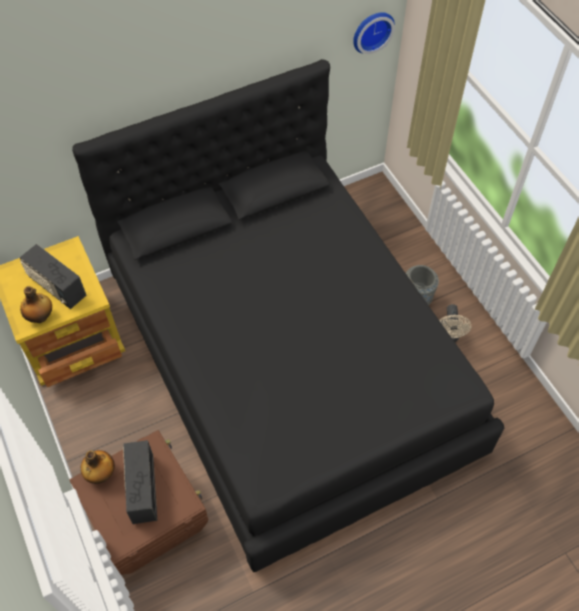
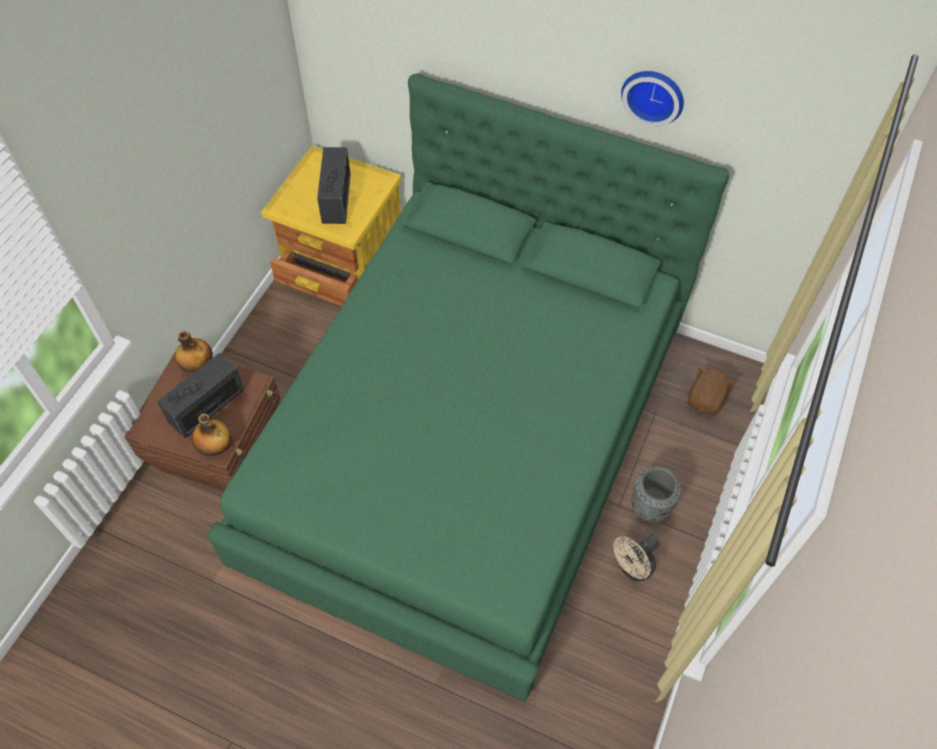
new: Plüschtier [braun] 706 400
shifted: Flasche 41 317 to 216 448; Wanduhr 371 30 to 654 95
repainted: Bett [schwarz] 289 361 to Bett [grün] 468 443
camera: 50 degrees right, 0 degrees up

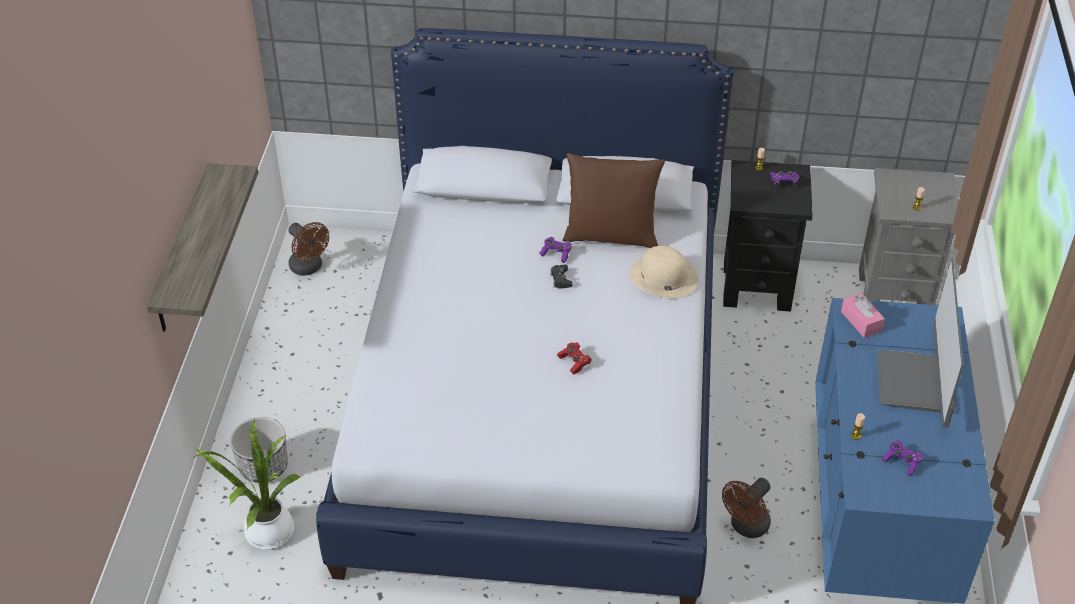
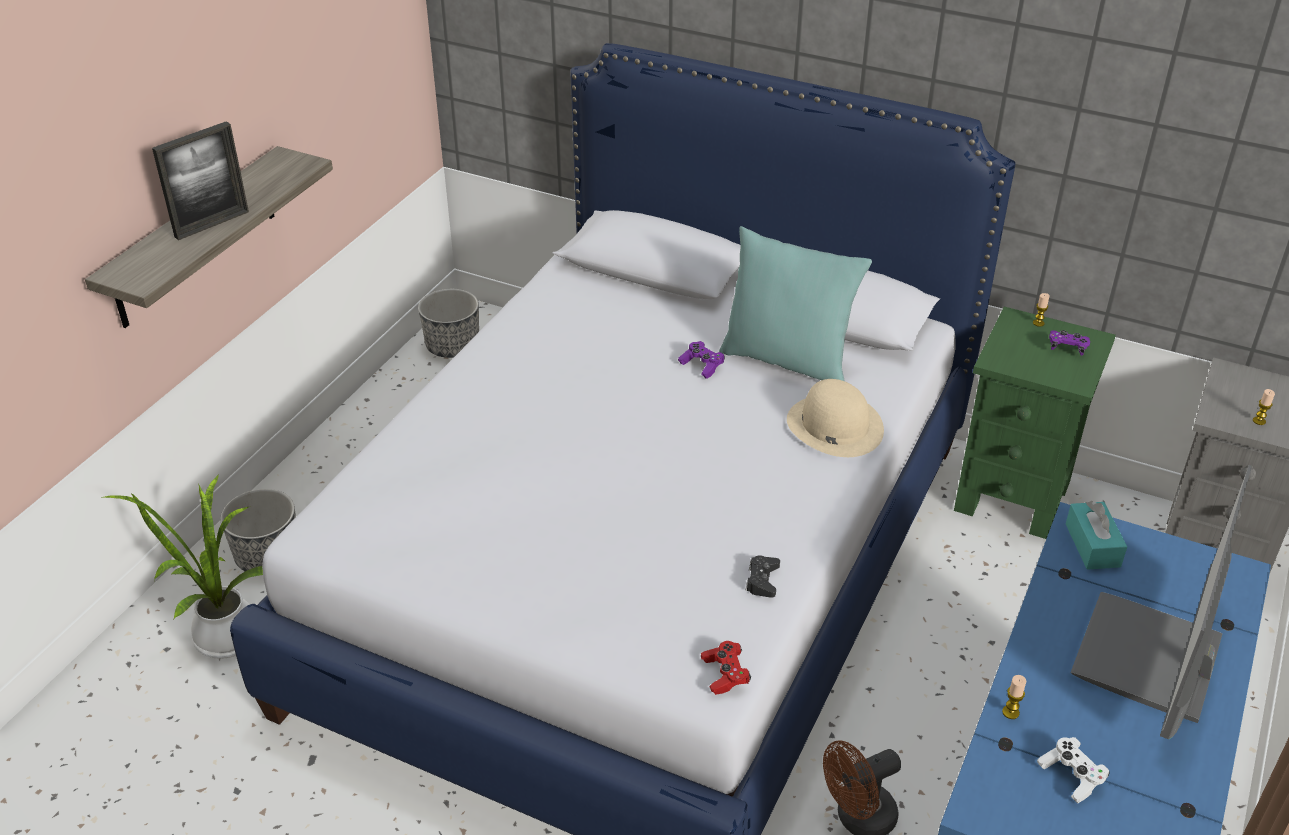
new: Bilderrahmen 212 224
shifted: Gamepad [rot] 574 362 to 725 674; Gamepad [schwarz] 560 279 to 762 580
swapped: Ventilator [braun] 309 268 to Pflanzkübel 453 346
repainted: Kissen [braun] 611 236 to Kissen [türkis] 787 360; Nachttisch [schwarz] 757 287 to Nachttisch [grün] 1013 497; Gamepad [lila] 901 462 to Gamepad [weiß] 1071 776; Taschentuchbox [rosa] 861 321 to Taschentuchbox [türkis] 1092 545
camera: 20 degrees right, 5 degrees down

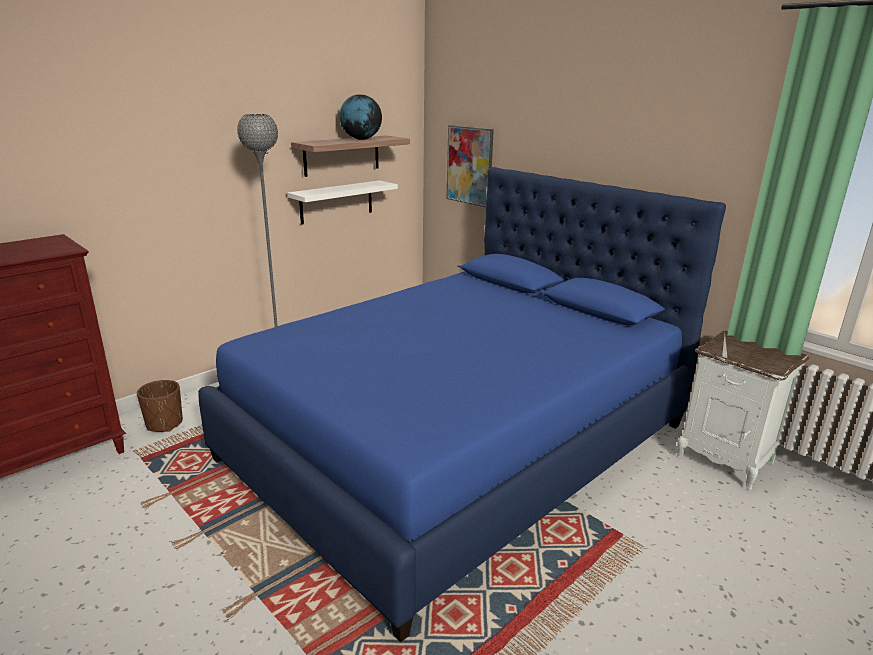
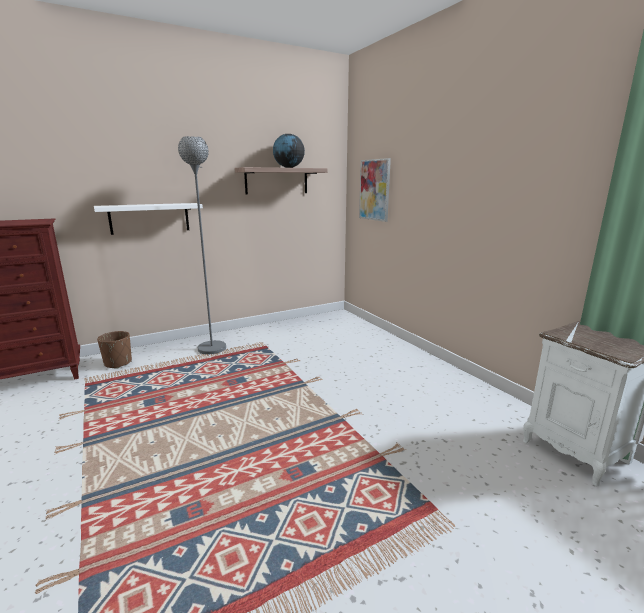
gone: Bett [blau] 460 441
shifted: Wandregal [weiß] 336 202 to 149 218
camera: 15 degrees right, 5 degrees down

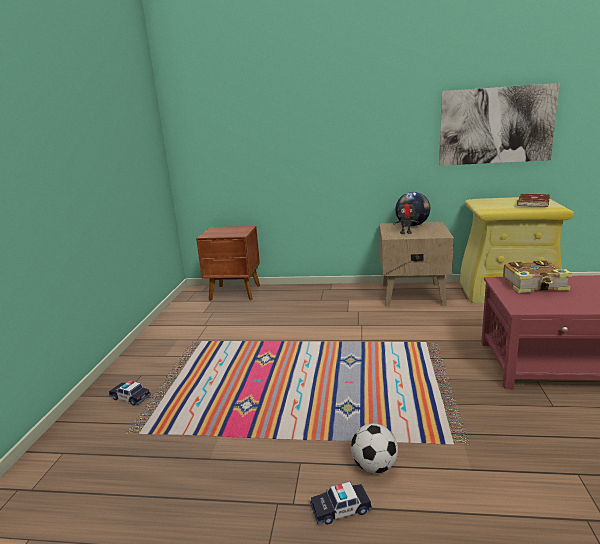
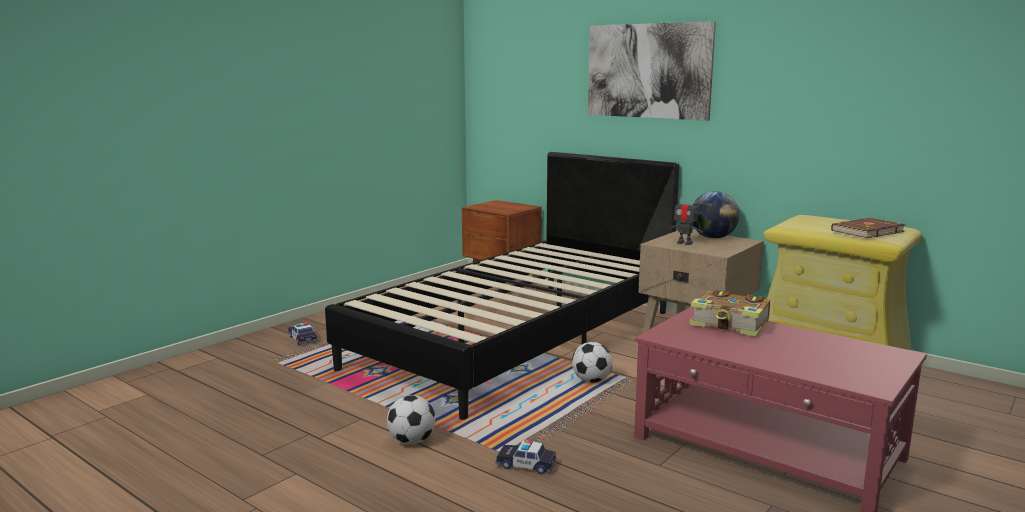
new: Bett [schwarz] 518 338; Fußball 591 380
shifted: Spielzeugauto 341 509 to 526 465; Bild 496 125 to 648 71
camera: 30 degrees right, 5 degrees down

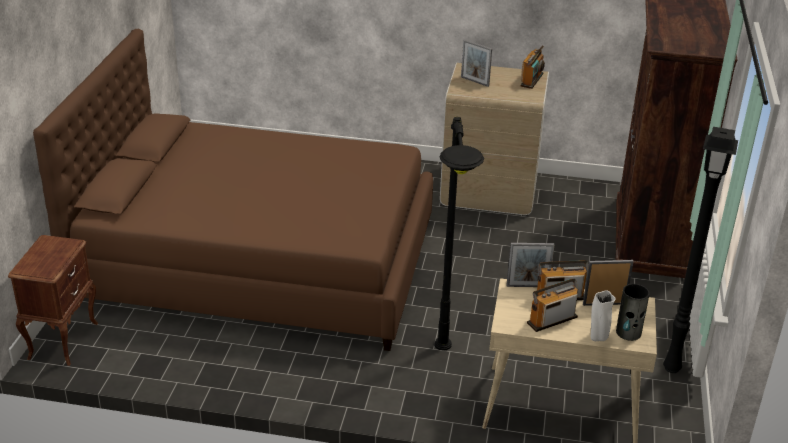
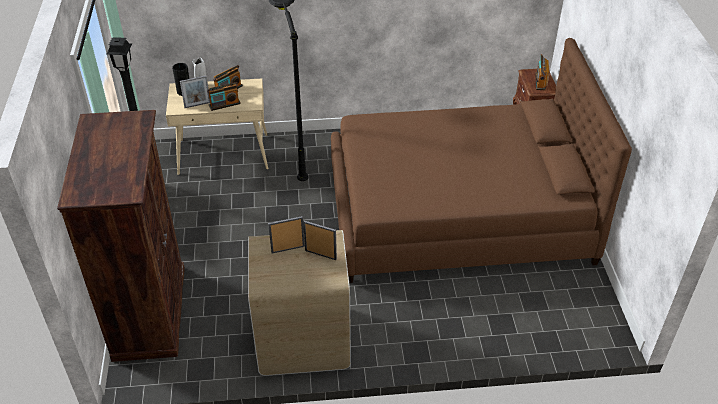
shifted: Bilderrahmen 527 286 to 288 249; Radio 532 80 to 540 81
camera: 165 degrees right, 10 degrees up

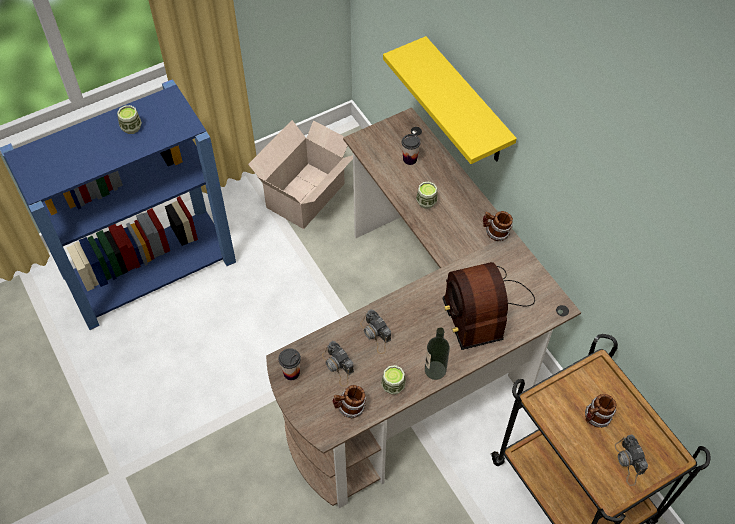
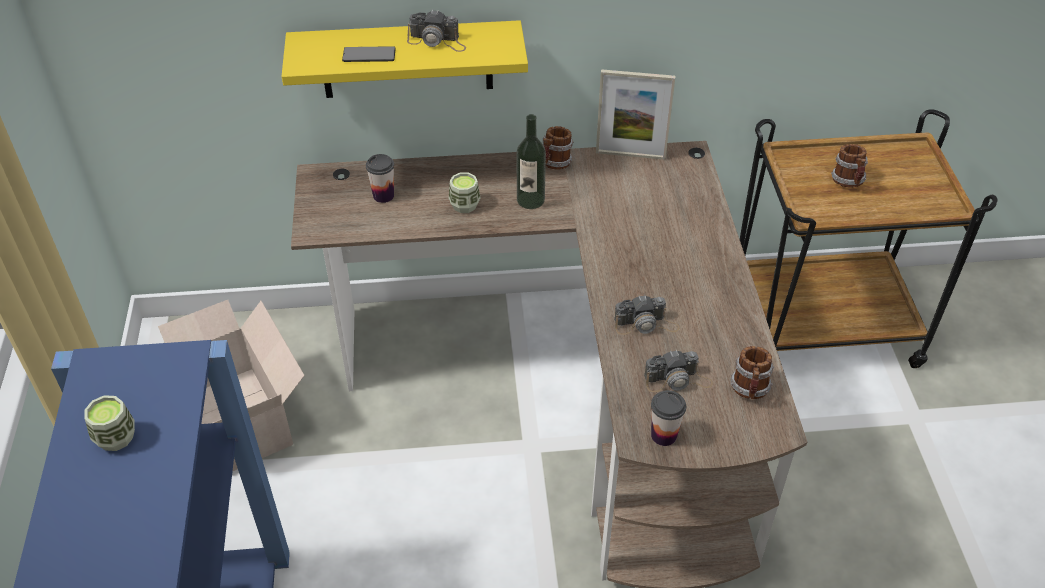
gone: Tasse 393 386; Radio 483 307
new: Handy 369 55; Bilderrahmen 630 155
shifted: Kamera 629 462 to 437 41; Flasche 435 370 to 530 200
camera: 65 degrees left, 10 degrees down

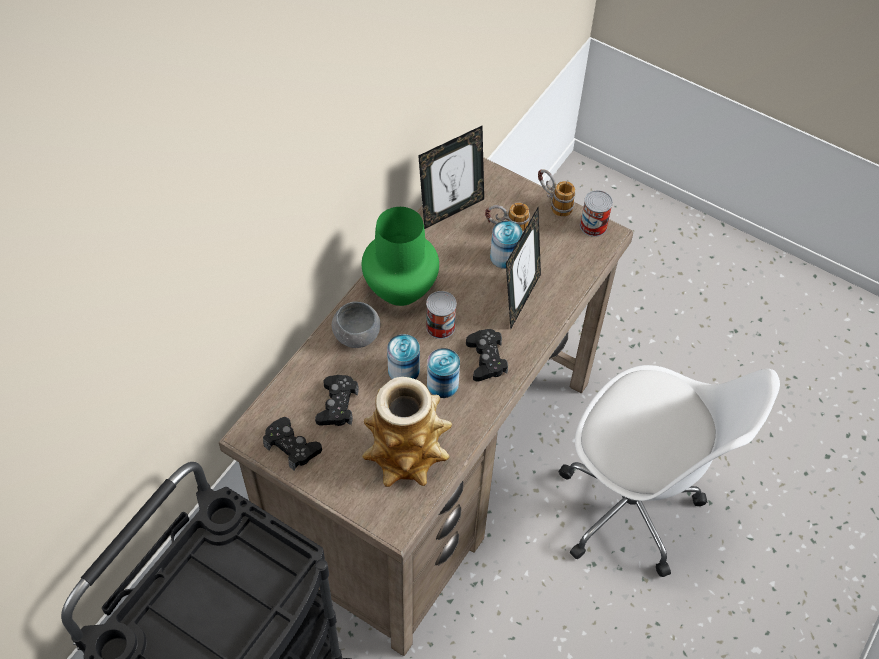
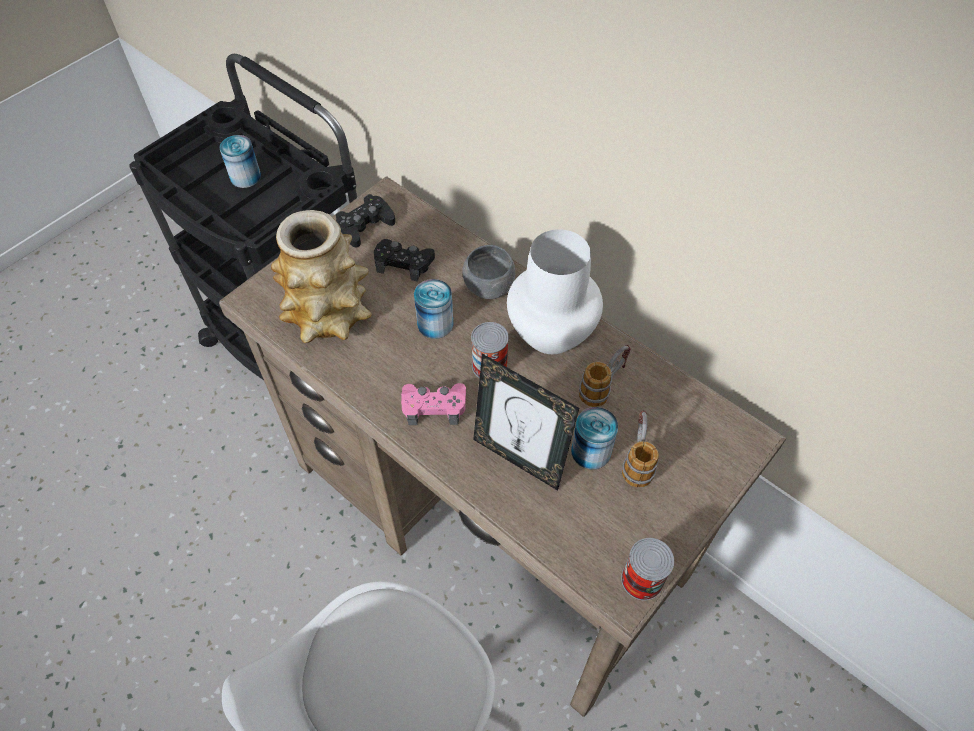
gone: Bilderrahmen 451 210
shifted: Dose 442 384 to 245 177; Henkelbecher 553 203 to 603 386
repainted: Gamepad [schwarz] 486 359 to Gamepad [rosa] 434 406; Vase [grün] 400 287 to Vase [weiß] 553 333
camera: 100 degrees right, 0 degrees up

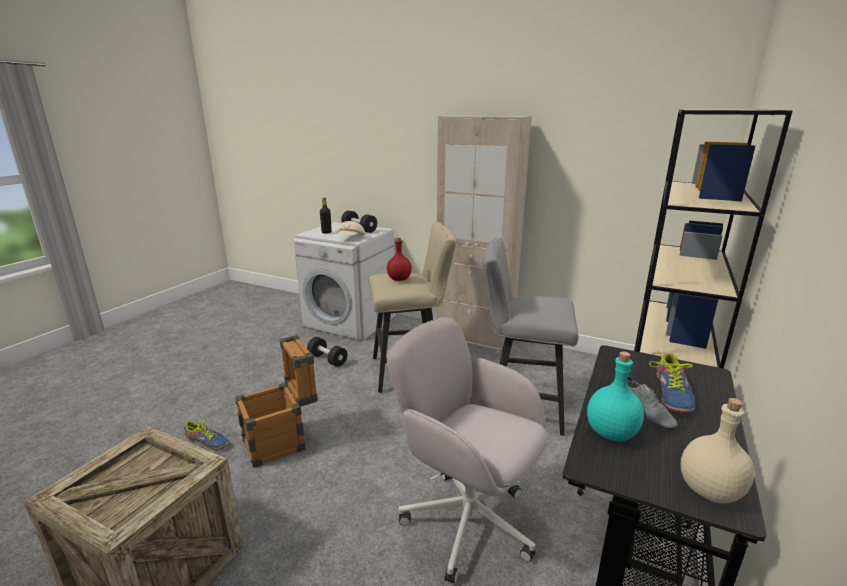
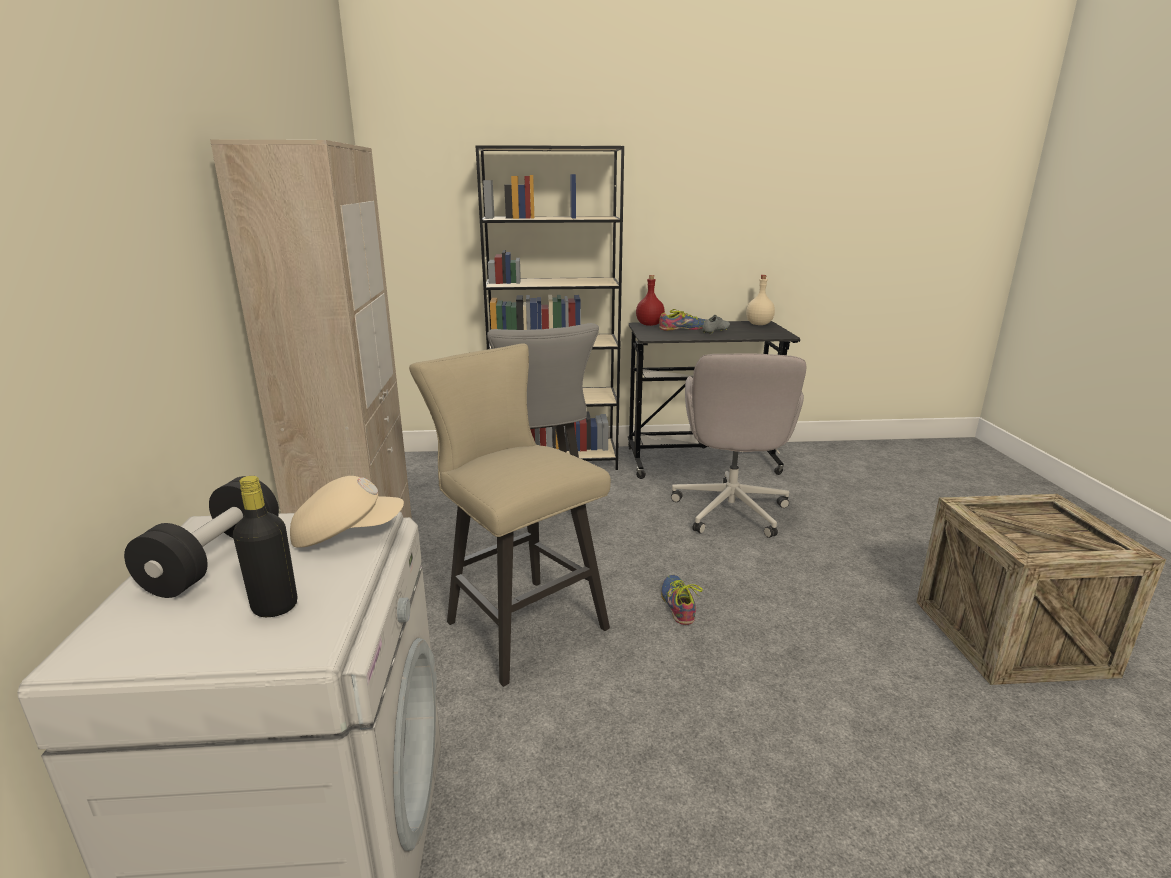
gone: Kiste 282 441; Hantel [schwarz] 327 359; Flasche [türkis] 610 432
shifted: Flasche [rot] 399 279 to 650 324; Schuh 207 441 to 677 604
camera: 120 degrees left, 0 degrees up

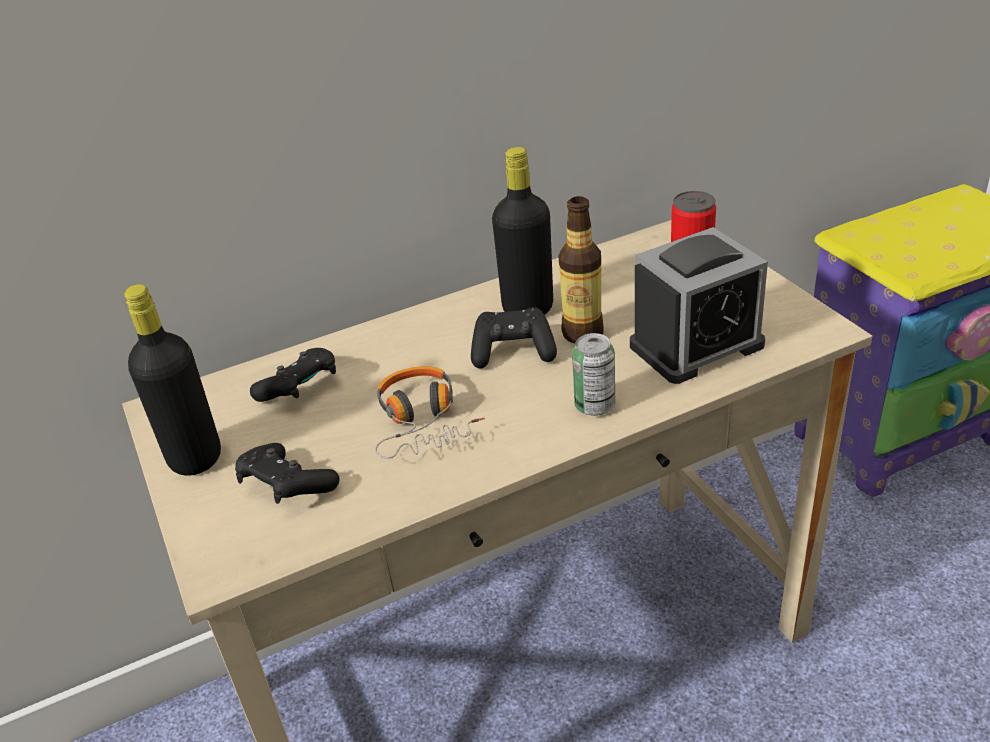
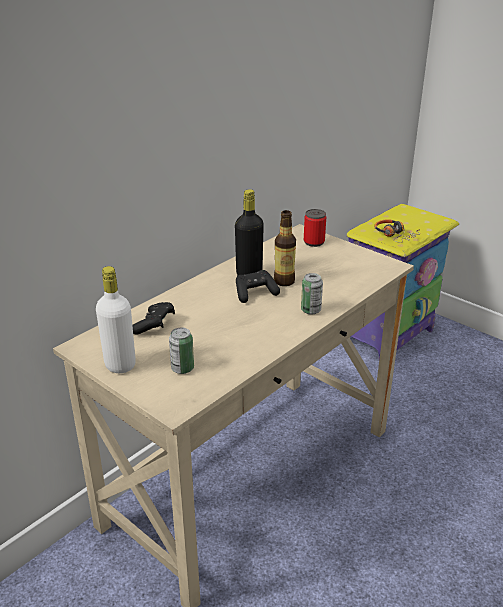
gone: Wecker 696 345
shifted: Kopfhörer 422 421 to 395 235
swapped: Gamepad [schwarz] 287 487 to Dose 182 368
repainted: Flasche [schwarz] 195 458 to Flasche [weiß] 120 365
camera: 25 degrees left, 5 degrees down

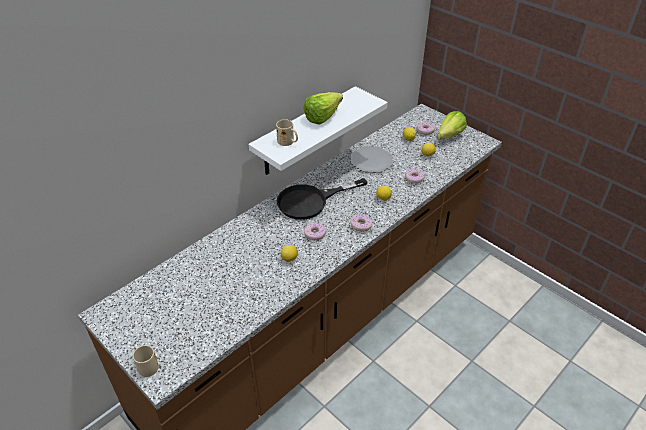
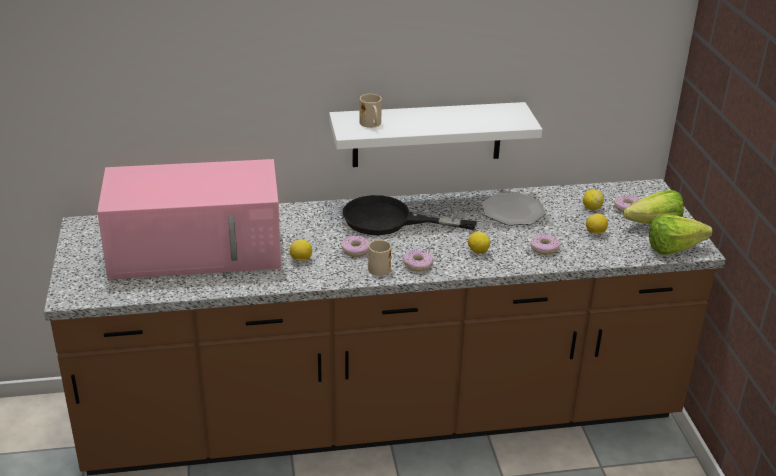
new: Mikrowelle [rosa] 198 249
shifted: Henkelbecher [beige] 145 365 to 378 266; Salatkopf 326 116 to 679 249
camera: 35 degrees right, 10 degrees down

